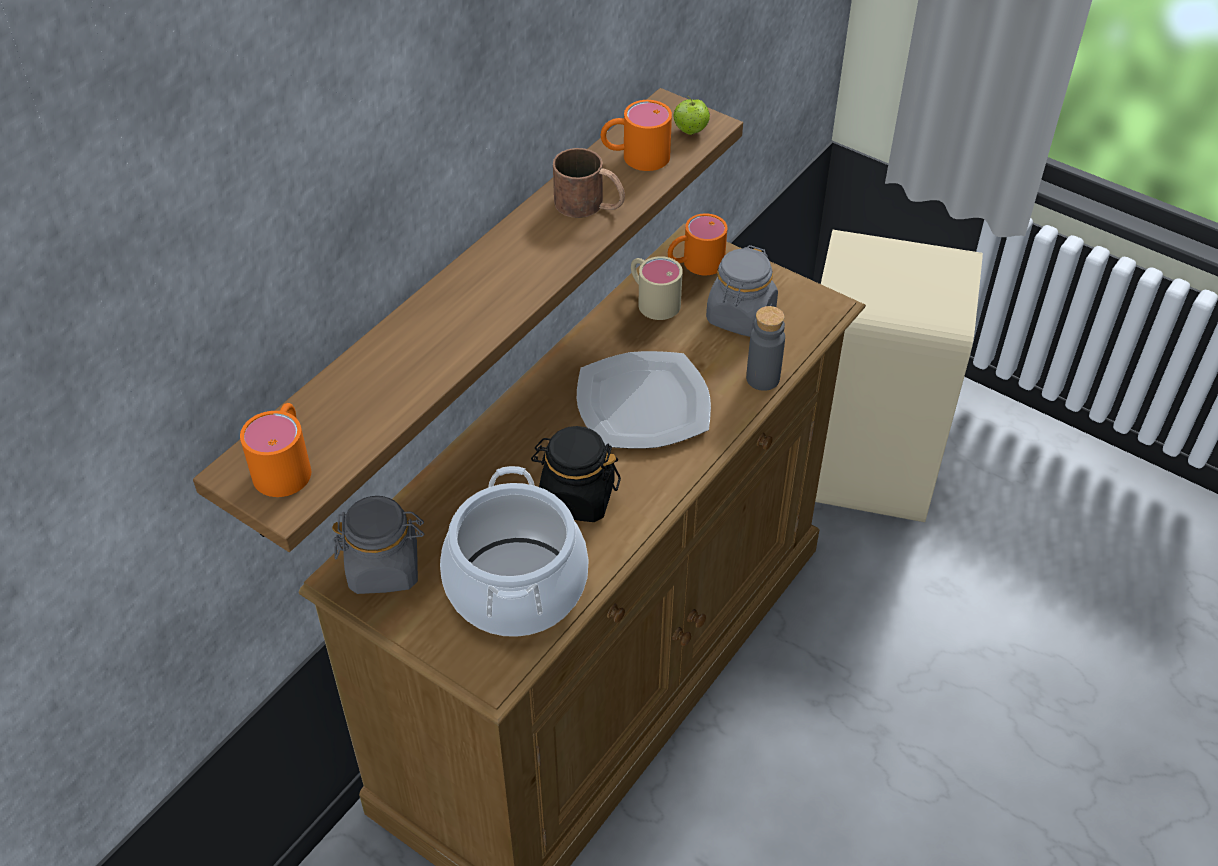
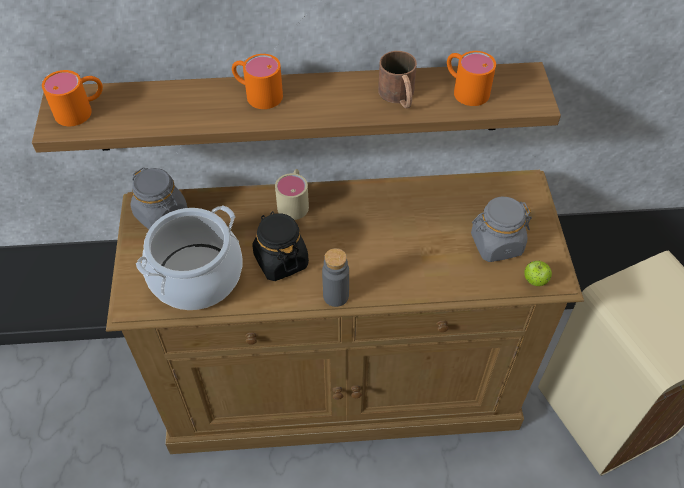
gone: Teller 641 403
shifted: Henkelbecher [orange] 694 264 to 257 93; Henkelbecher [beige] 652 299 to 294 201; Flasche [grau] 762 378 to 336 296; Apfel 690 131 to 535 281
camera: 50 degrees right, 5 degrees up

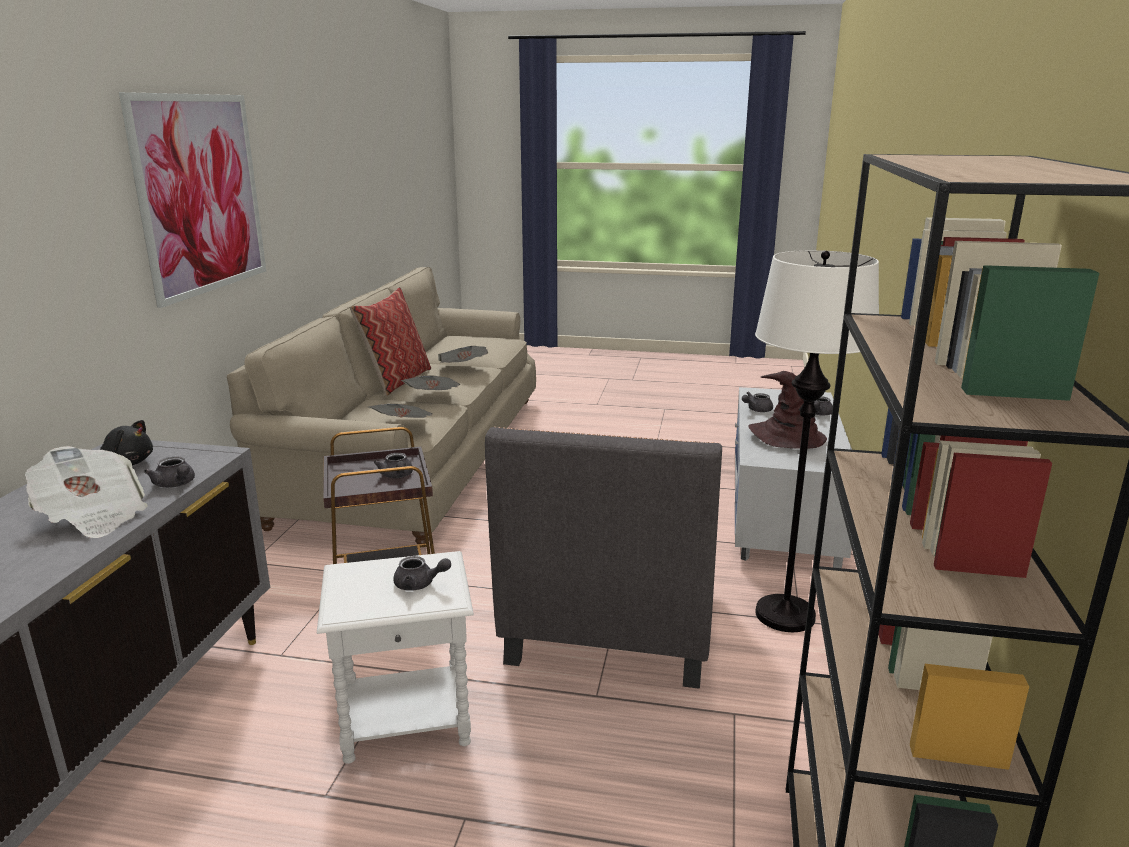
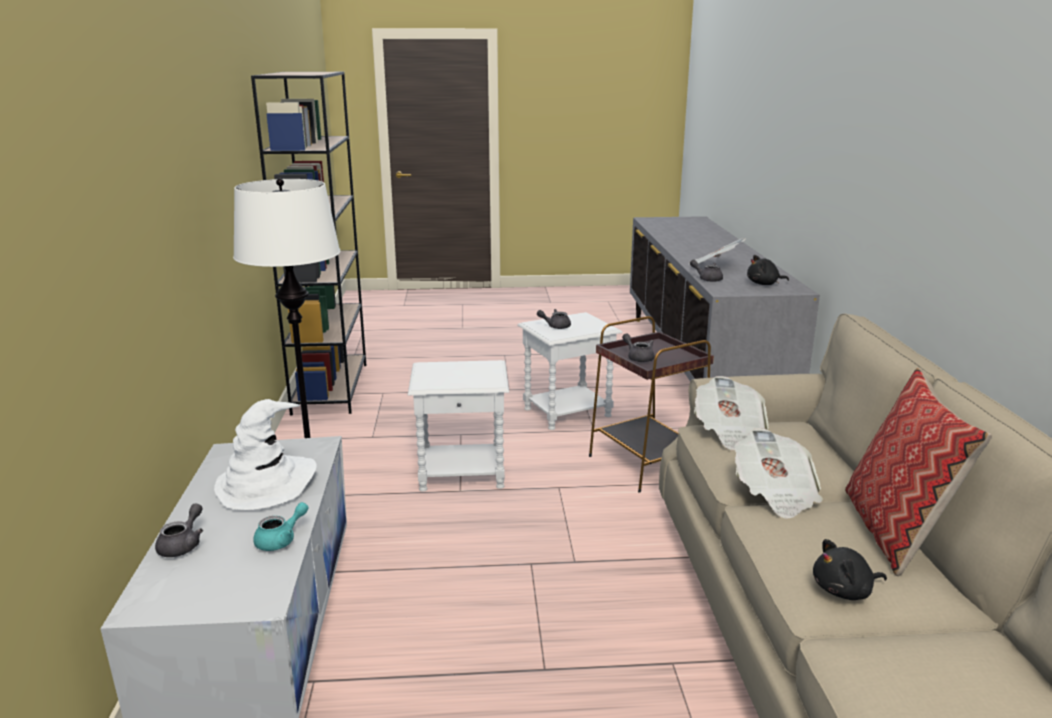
gone: Bild 200 194
swapped: Sessel [grau] 611 626 to Beistelltisch [weiß] 462 472; Zeitung 463 368 to Plüschtier [schwarz] 844 591
repainted: Hut [braun] 786 437 to Hut [weiß] 266 483; Teekanne [grau] 756 410 to Teekanne [türkis] 281 540
camera: 165 degrees right, 0 degrees up

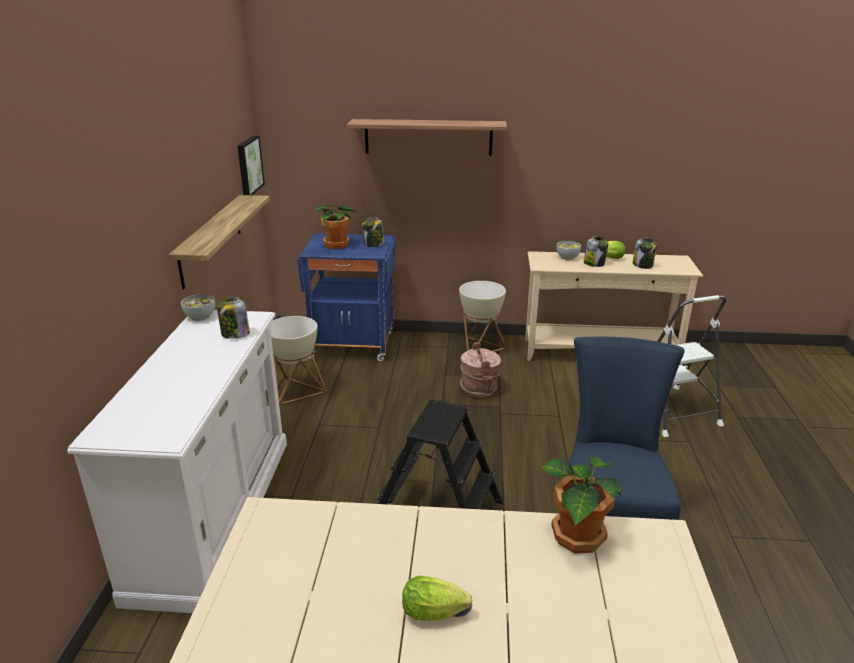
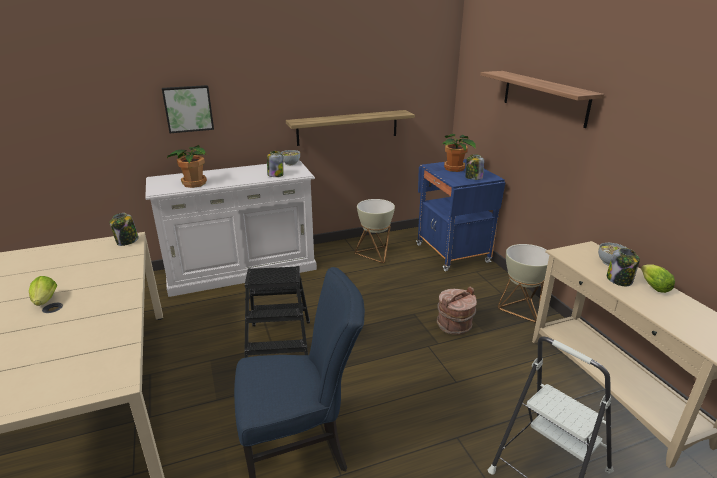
shifted: Vorratsglas 643 265 to 127 241; Bild 248 165 to 188 108; Topfpflanze 576 537 to 193 183
camera: 65 degrees right, 0 degrees up

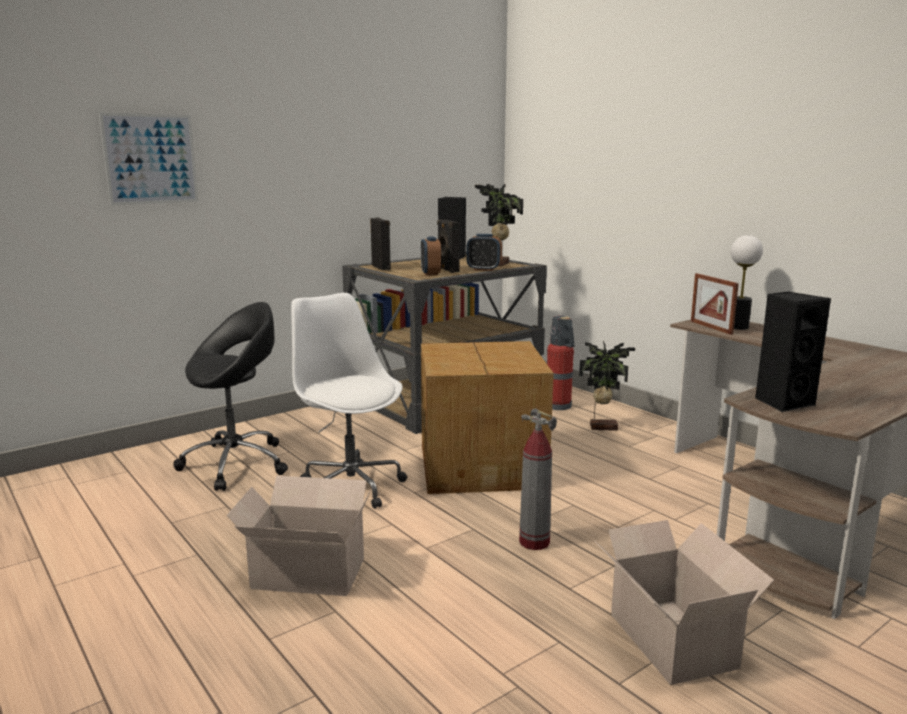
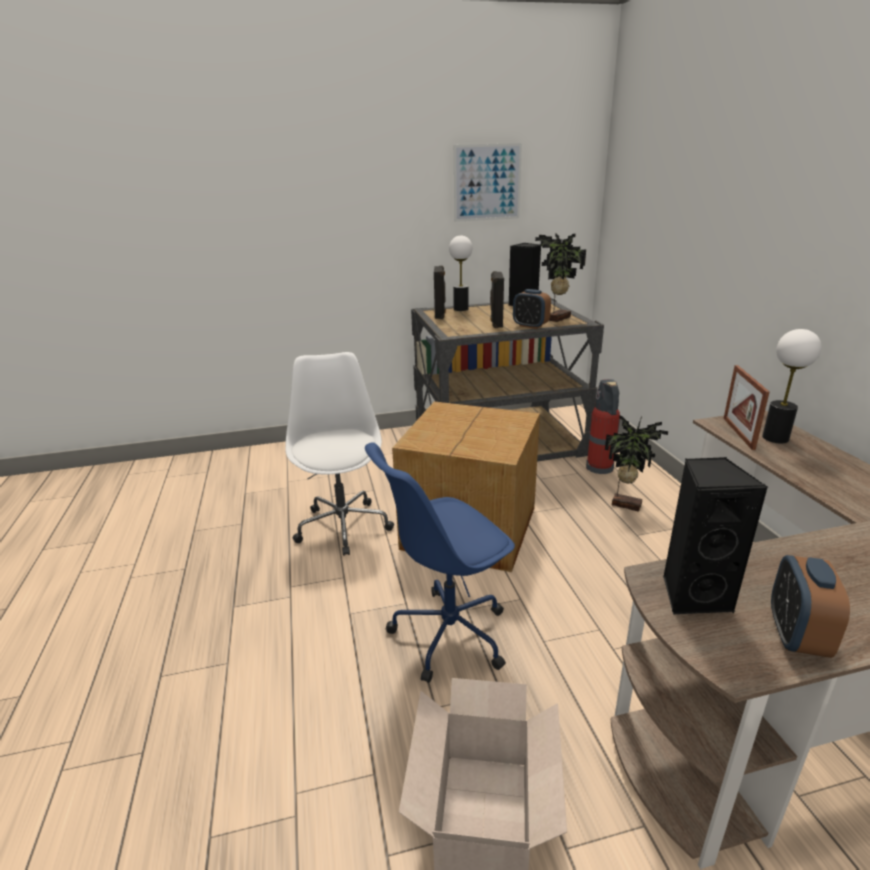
gone: Bürostuhl [schwarz] 237 463; Karton 305 573
new: Tischlampe 461 309
shifted: Bild 151 159 to 487 182; Wecker 430 273 to 796 636
swapped: Feuerlöscher 534 542 to Bürostuhl [blau] 447 636
camera: 25 degrees right, 10 degrees up

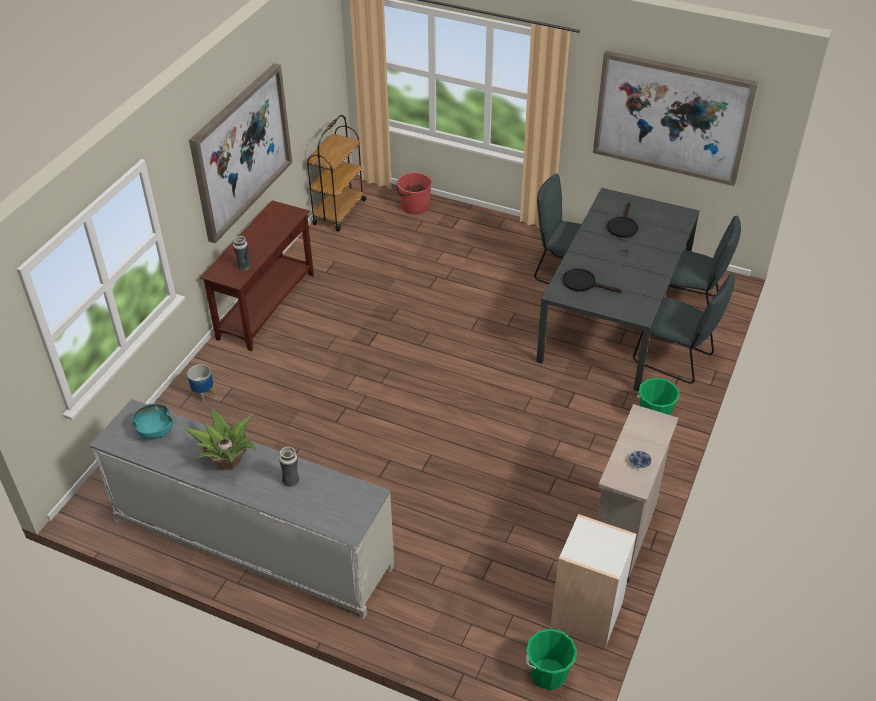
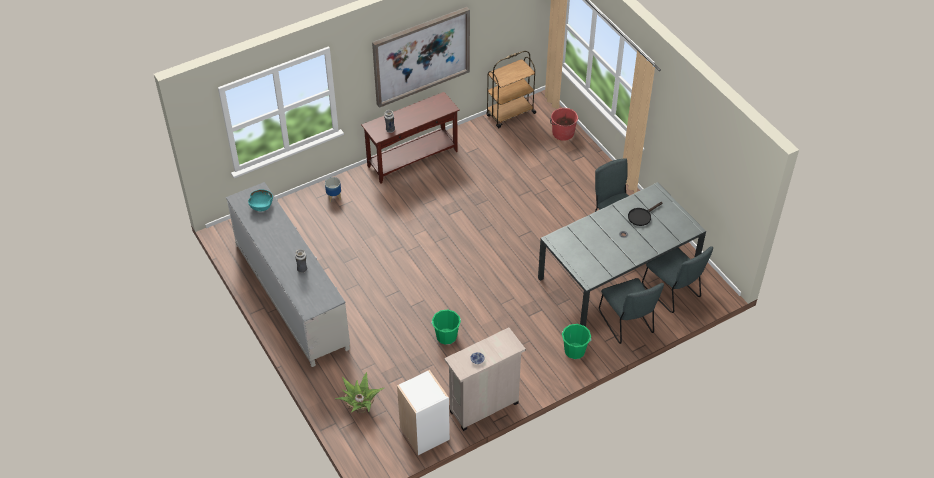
gone: Pfanne [schwarz] 583 283; Bild 672 117
shifted: Topfpflanze 228 461 to 360 406; Eimer [grün] 548 674 to 446 336
camera: 35 degrees right, 5 degrees up

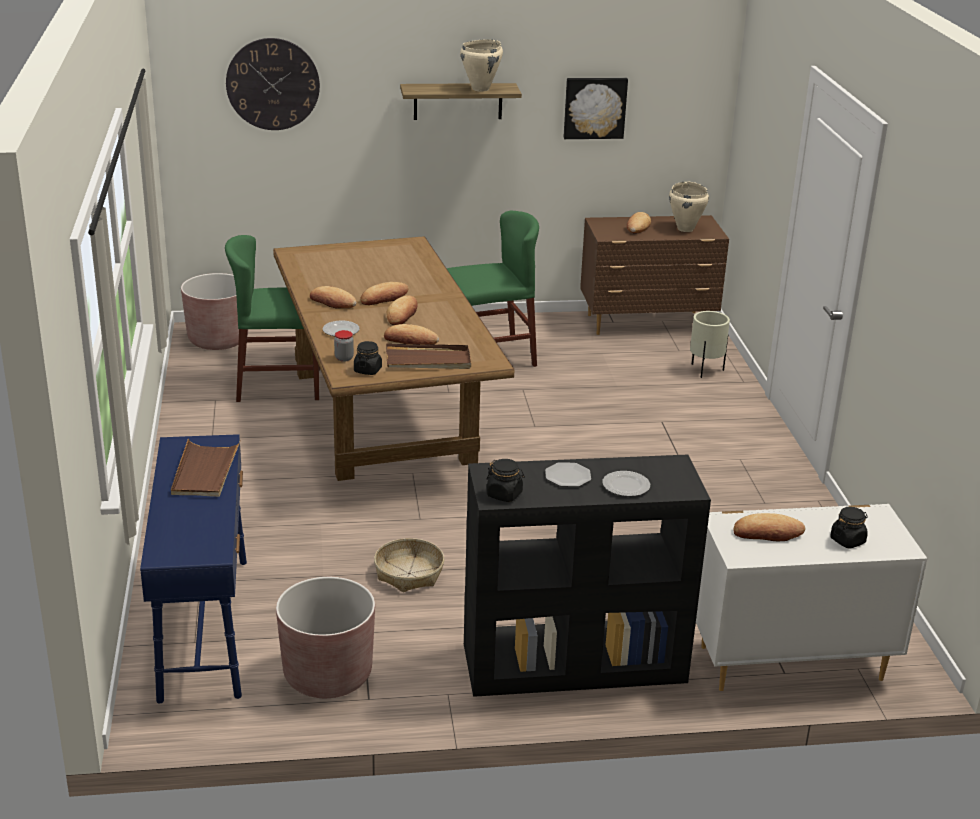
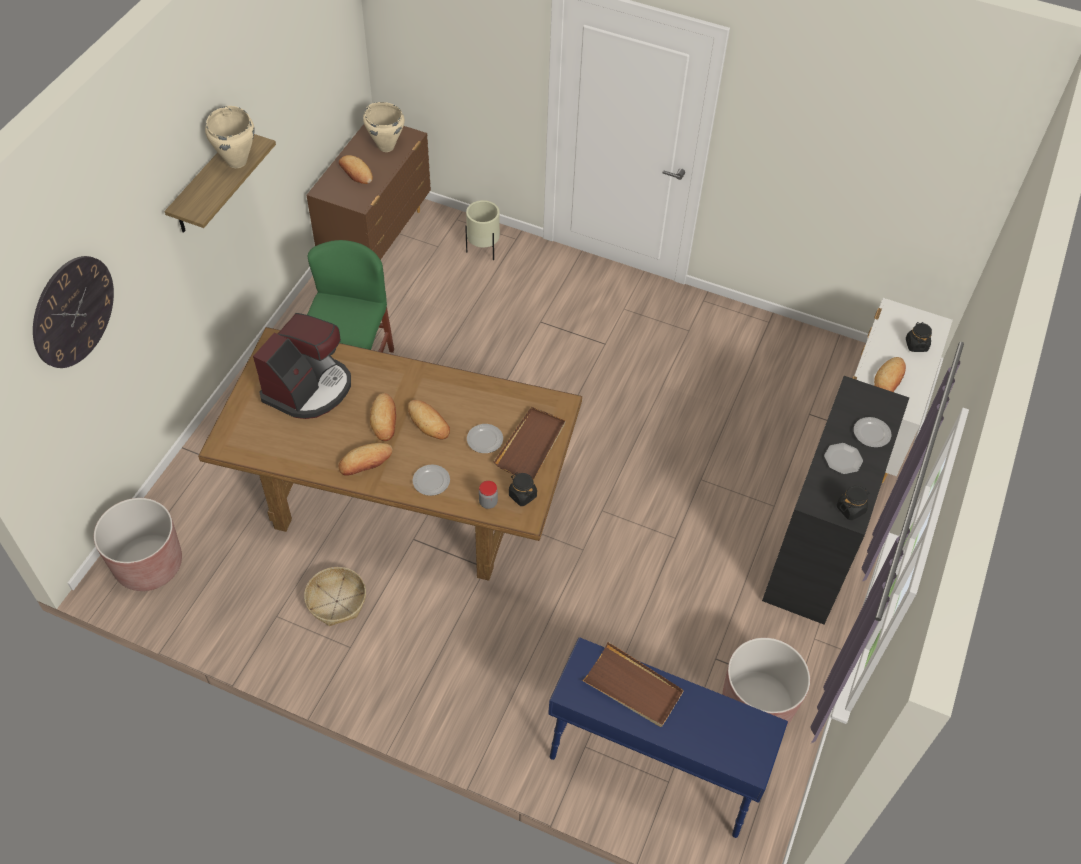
gone: Stuhl [grün] 279 385; Bild 594 107
new: Kaffeemaschine 309 388
shifted: Korb 408 573 to 336 601
swapped: Brot 410 340 to Teller 485 440
camera: 60 degrees left, 25 degrees up

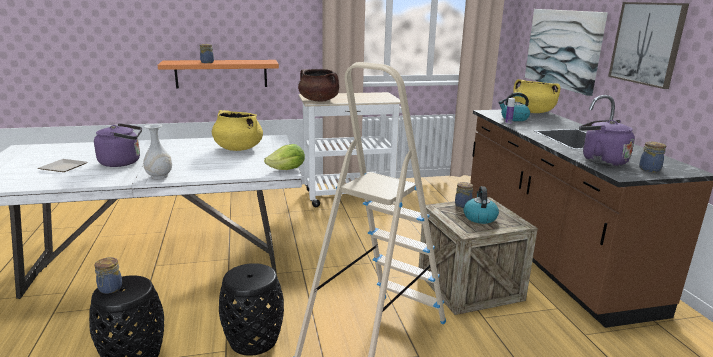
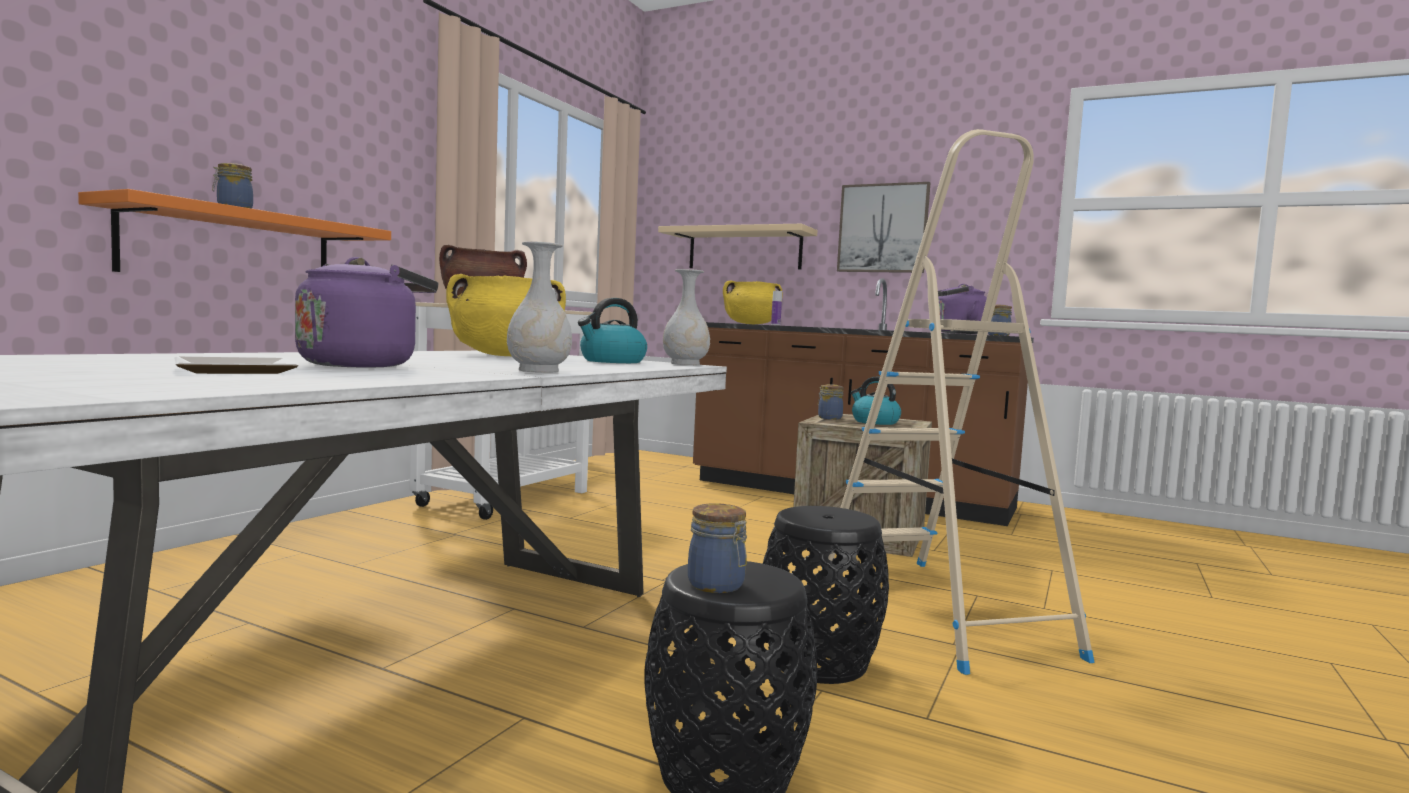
shifted: Wasserkessel 514 118 to 612 361
swapped: Bild 563 49 to Wandregal [beige] 744 249; Salatkopf 287 170 to Vase [weiß] 685 364
camera: 50 degrees left, 15 degrees down

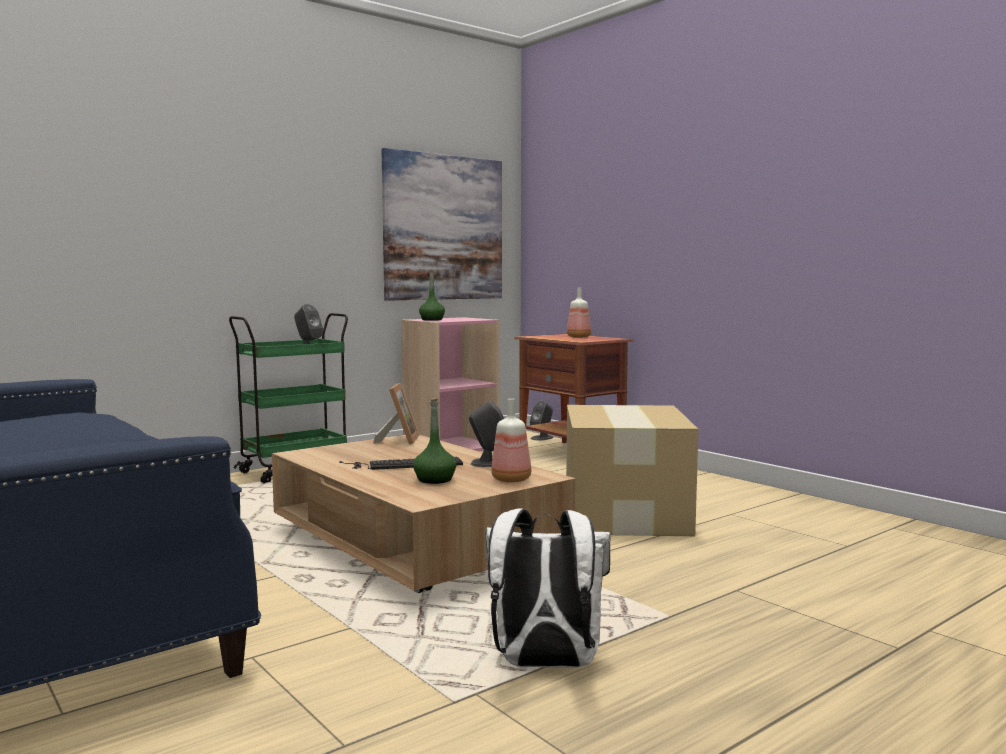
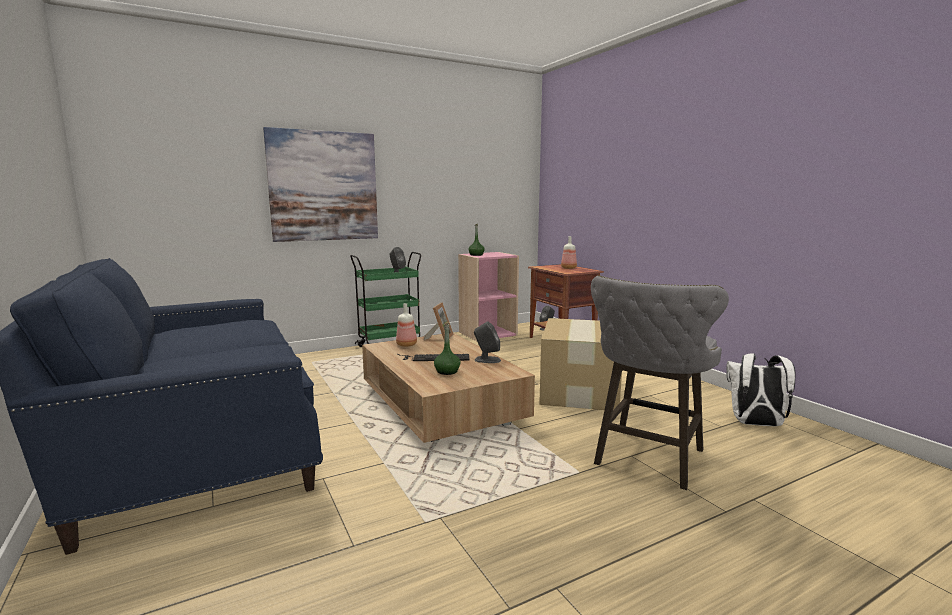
new: Hocker [grau] 647 459
shifted: Bild 443 228 to 324 186; Flasche 511 479 to 407 344; Rucksack [weiß] 544 665 to 755 424
camera: 10 degrees right, 5 degrees up

